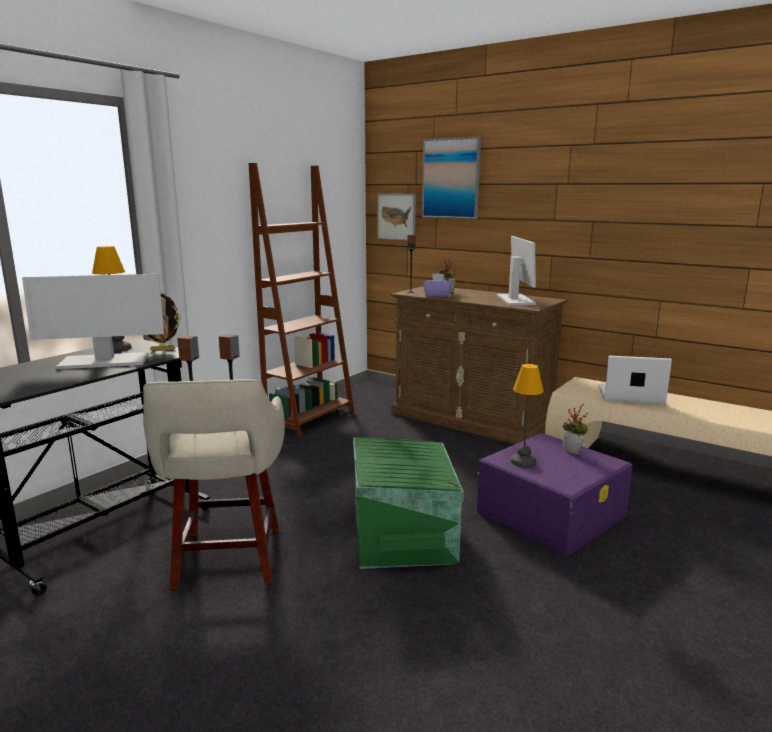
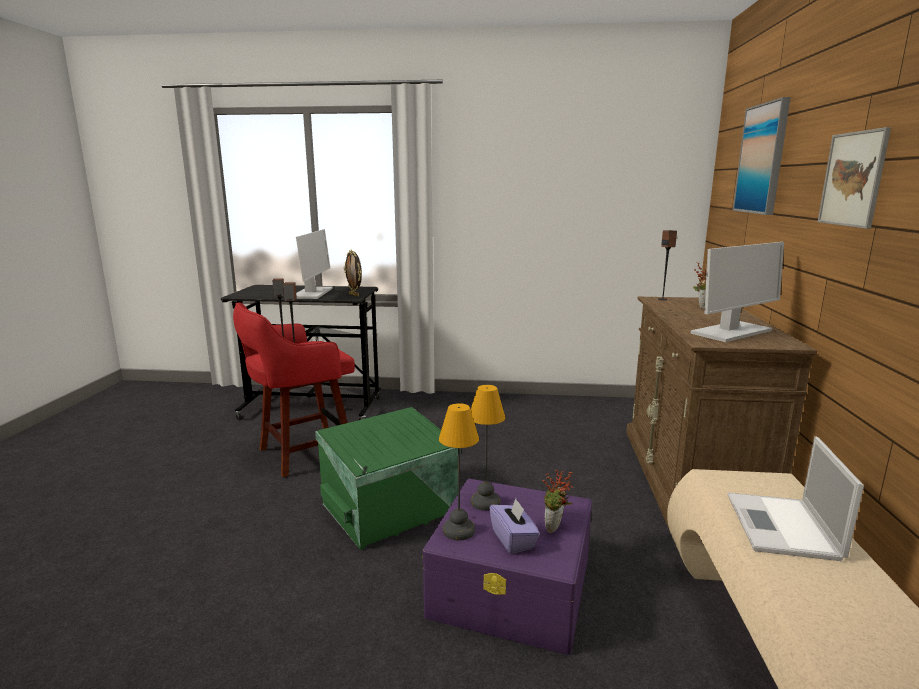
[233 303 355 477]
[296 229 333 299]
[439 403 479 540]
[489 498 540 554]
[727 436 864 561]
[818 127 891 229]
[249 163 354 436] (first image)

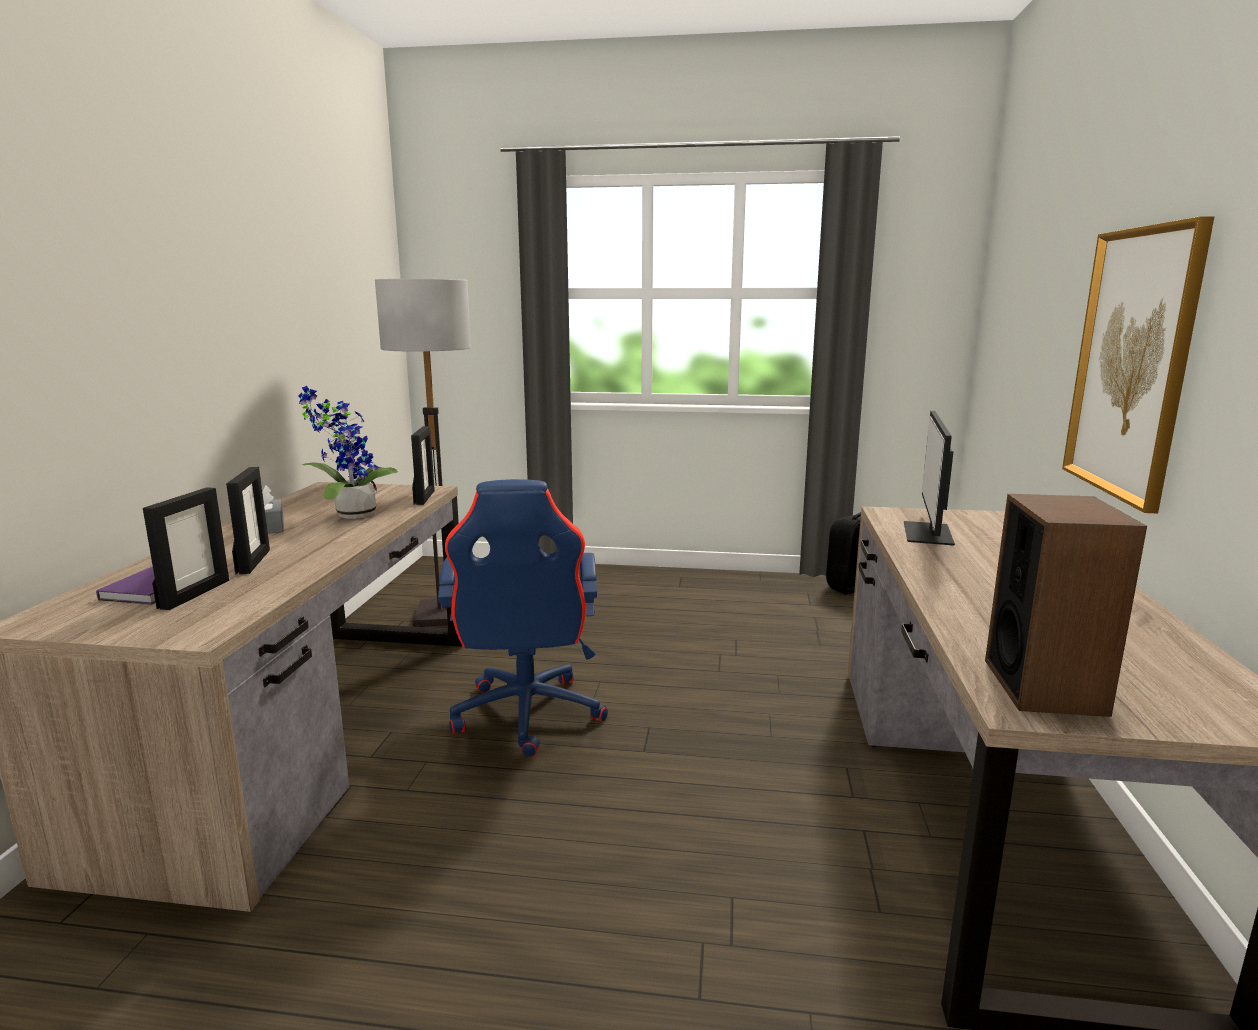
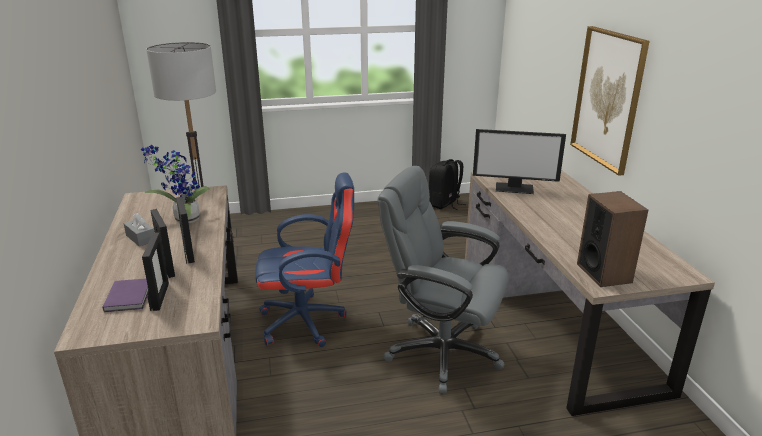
[176 197 195 264]
[255 172 354 347]
[377 166 509 394]
[473 129 566 194]

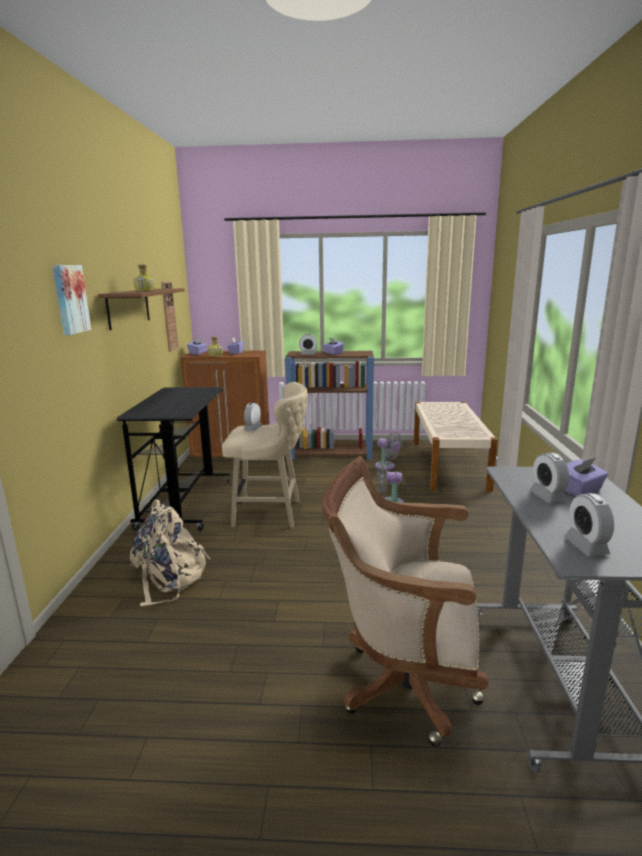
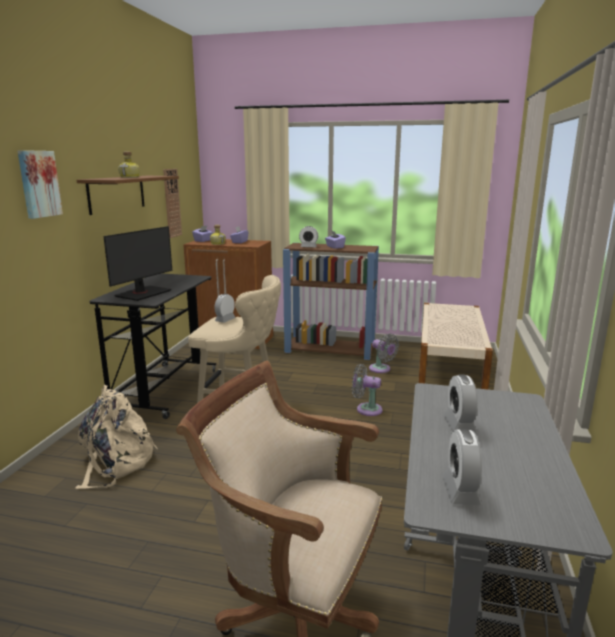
[103 226 172 301]
[565 457 608 496] (first image)

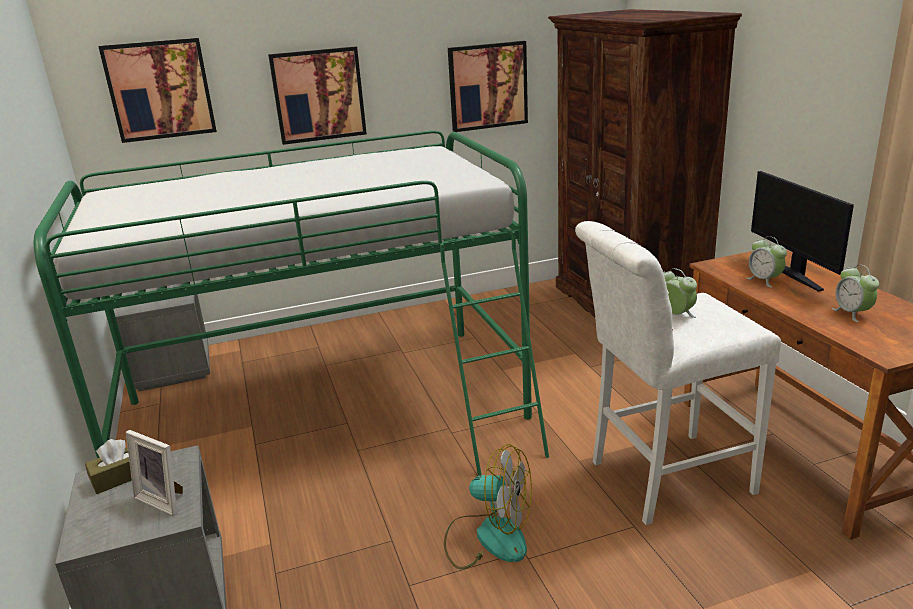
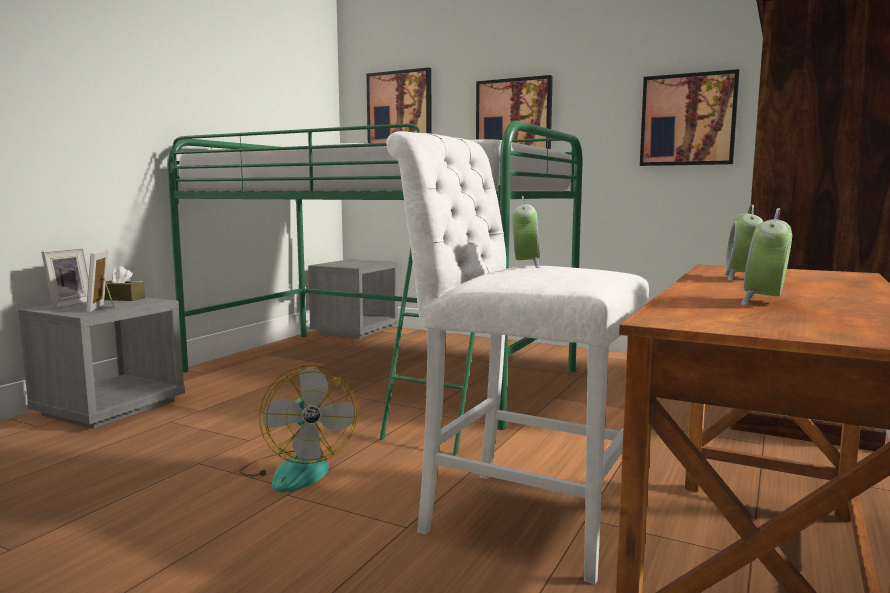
[41 248 89 308]
[751 171 854 291] (first image)

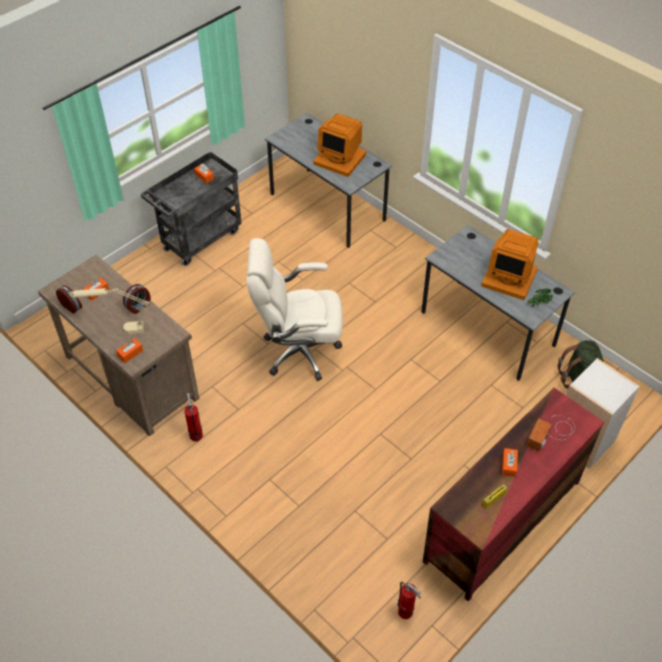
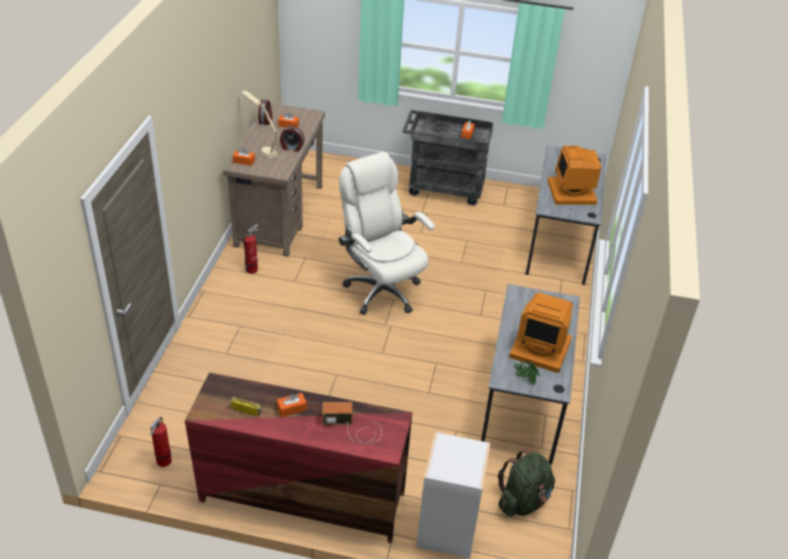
[509 292 573 373]

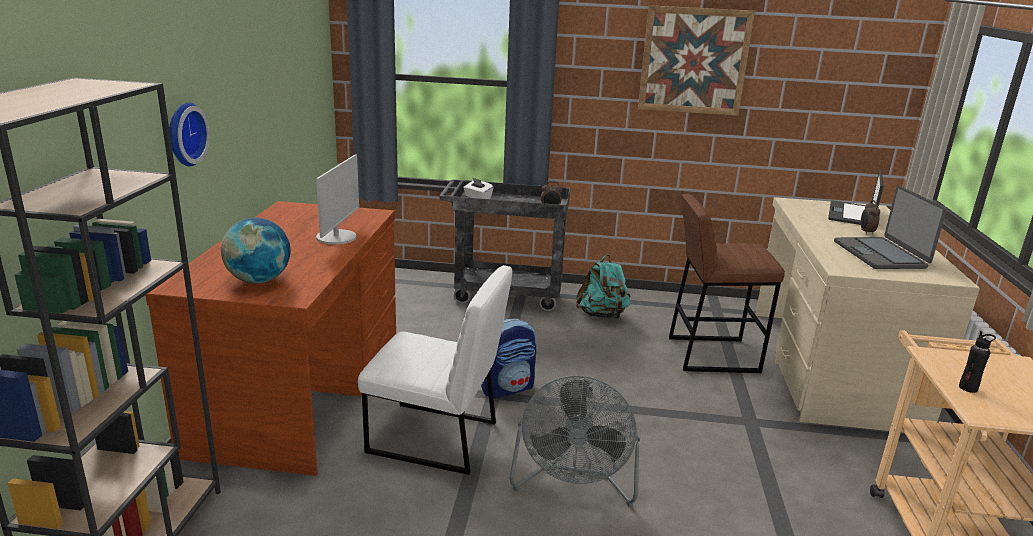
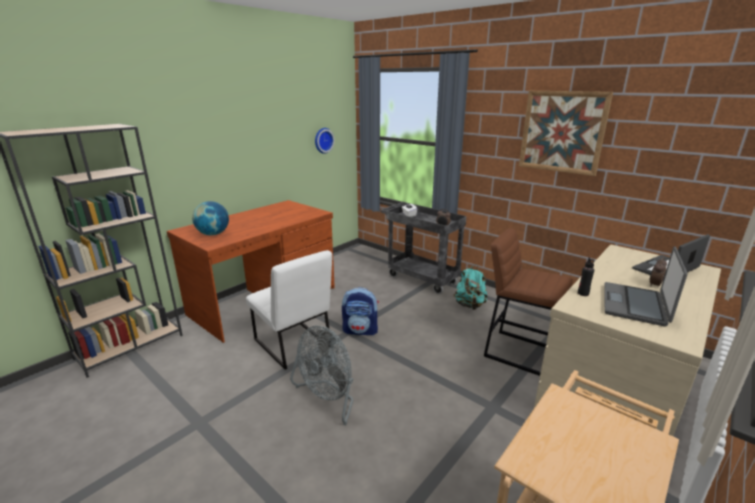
[315 128 335 154]
[578 257 594 296]
[316 154 359 245] (first image)

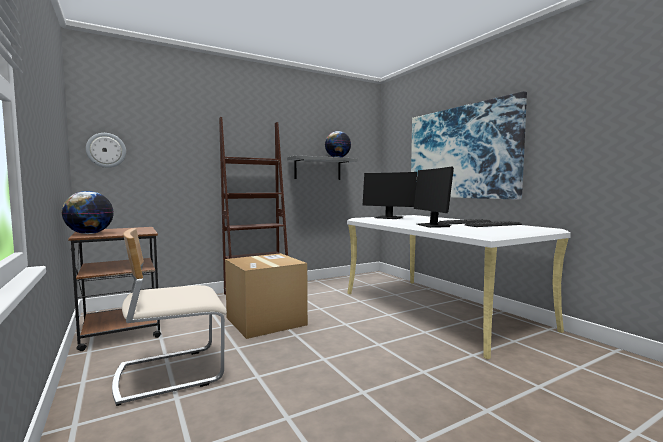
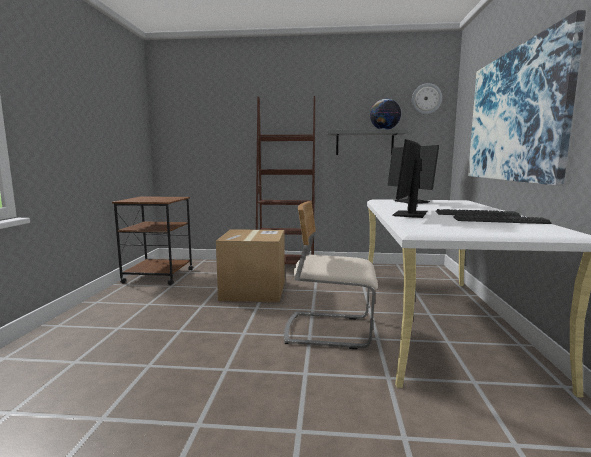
[284 201 378 349]
[412 83 442 114]
[62 191 114 234] (first image)

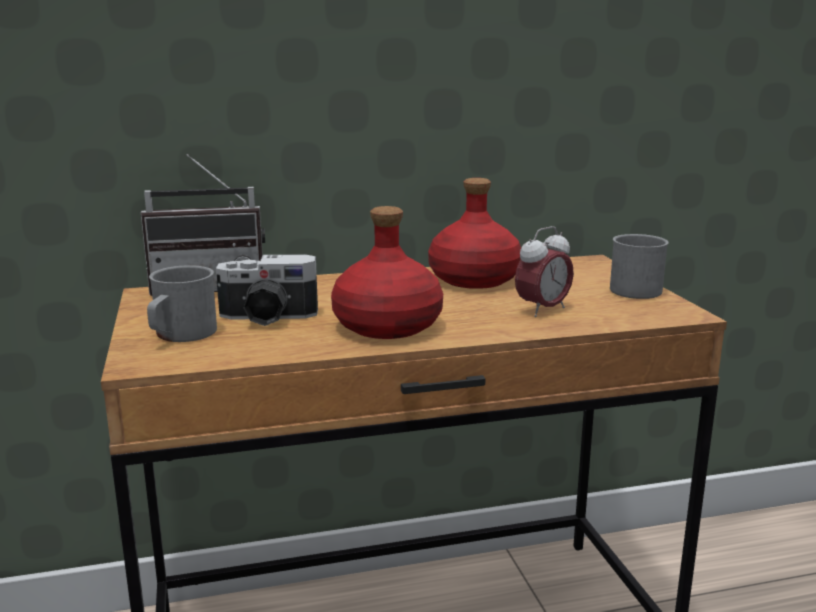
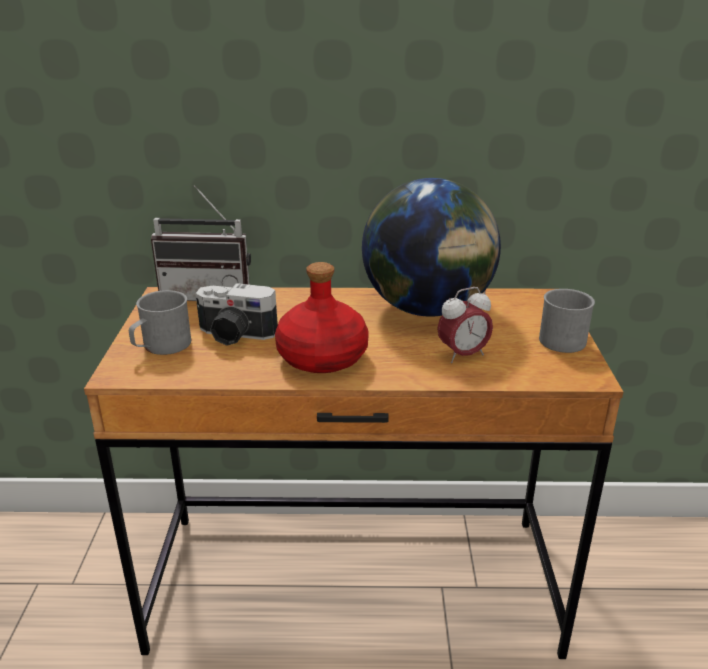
[362 178 501 316]

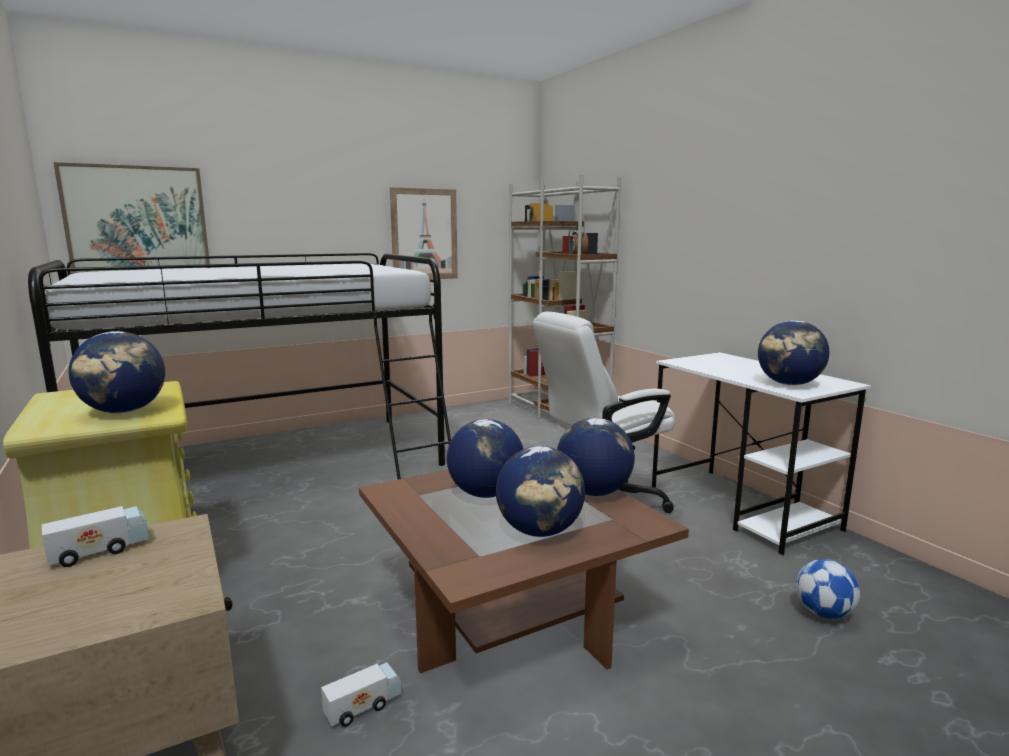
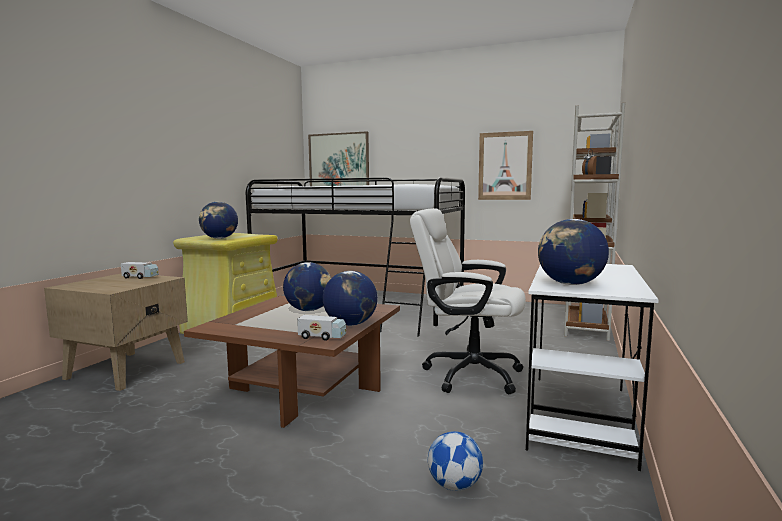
[297 315 346 341]
[496 446 585 537] (first image)

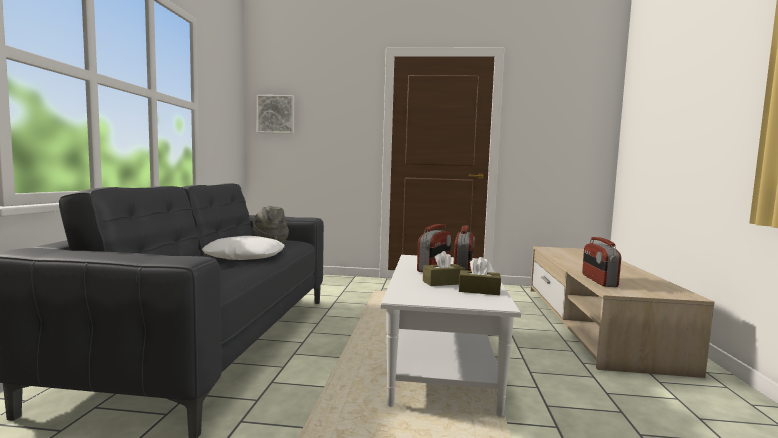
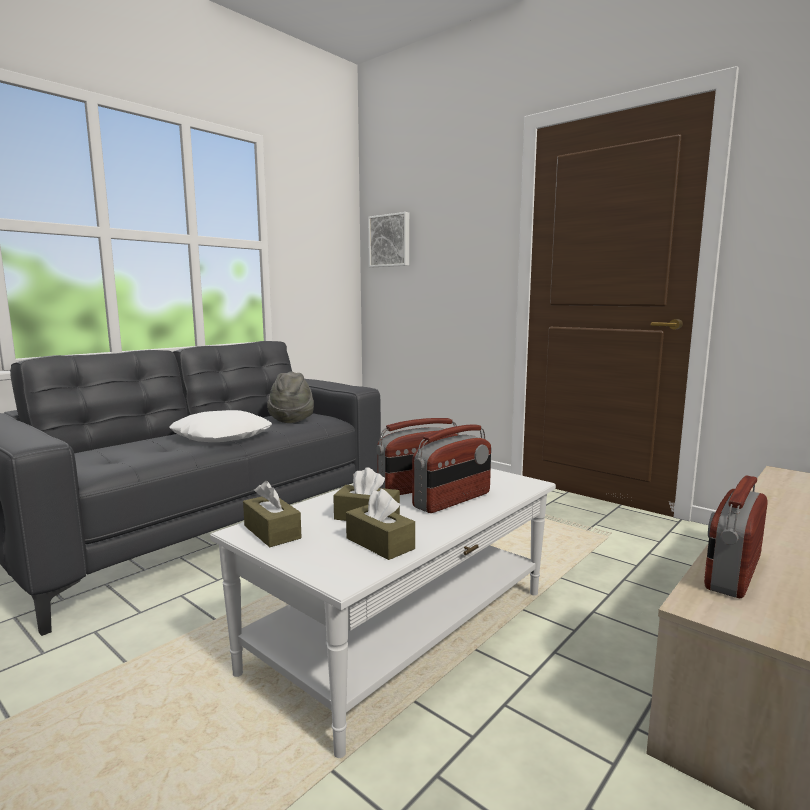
[243 481 302 547]

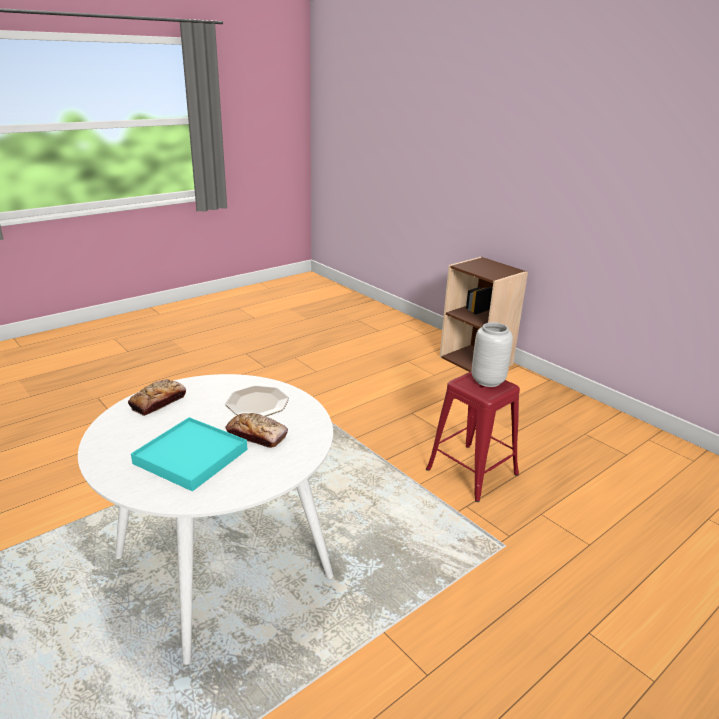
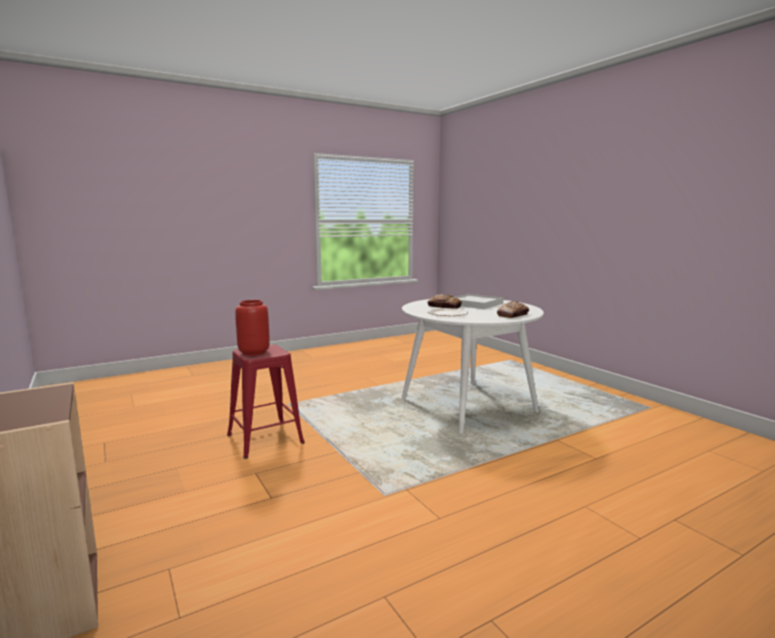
[235 300 270 356]
[456 294 503 309]

